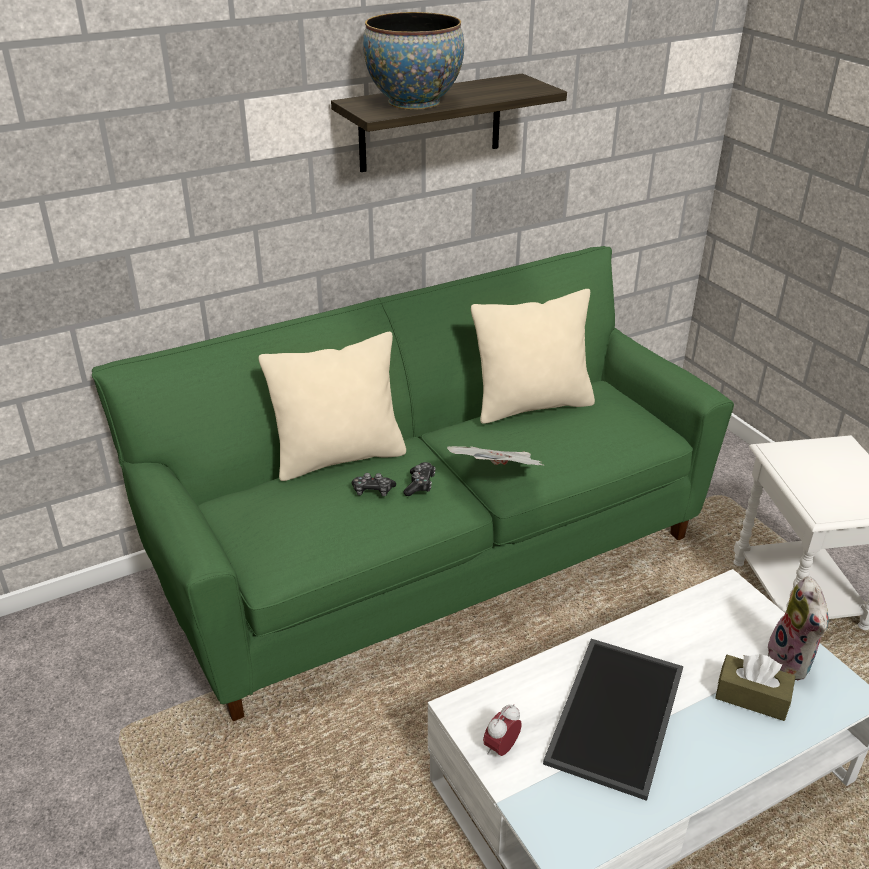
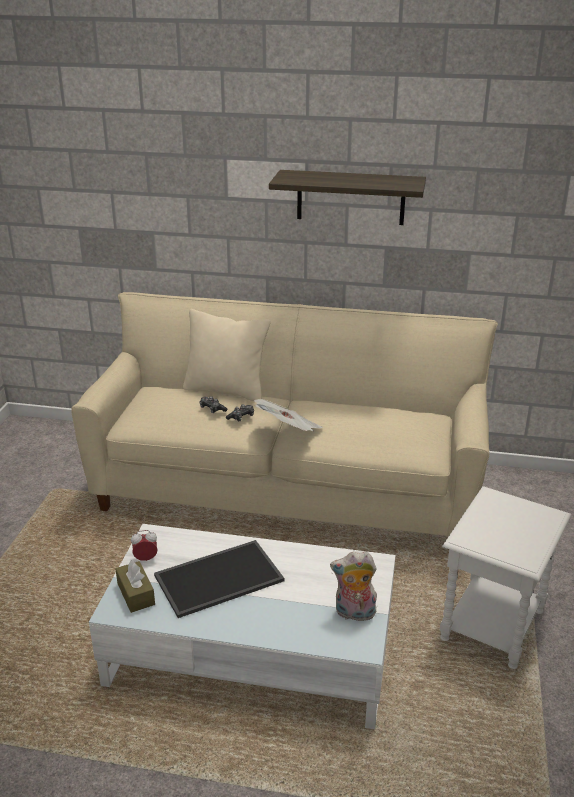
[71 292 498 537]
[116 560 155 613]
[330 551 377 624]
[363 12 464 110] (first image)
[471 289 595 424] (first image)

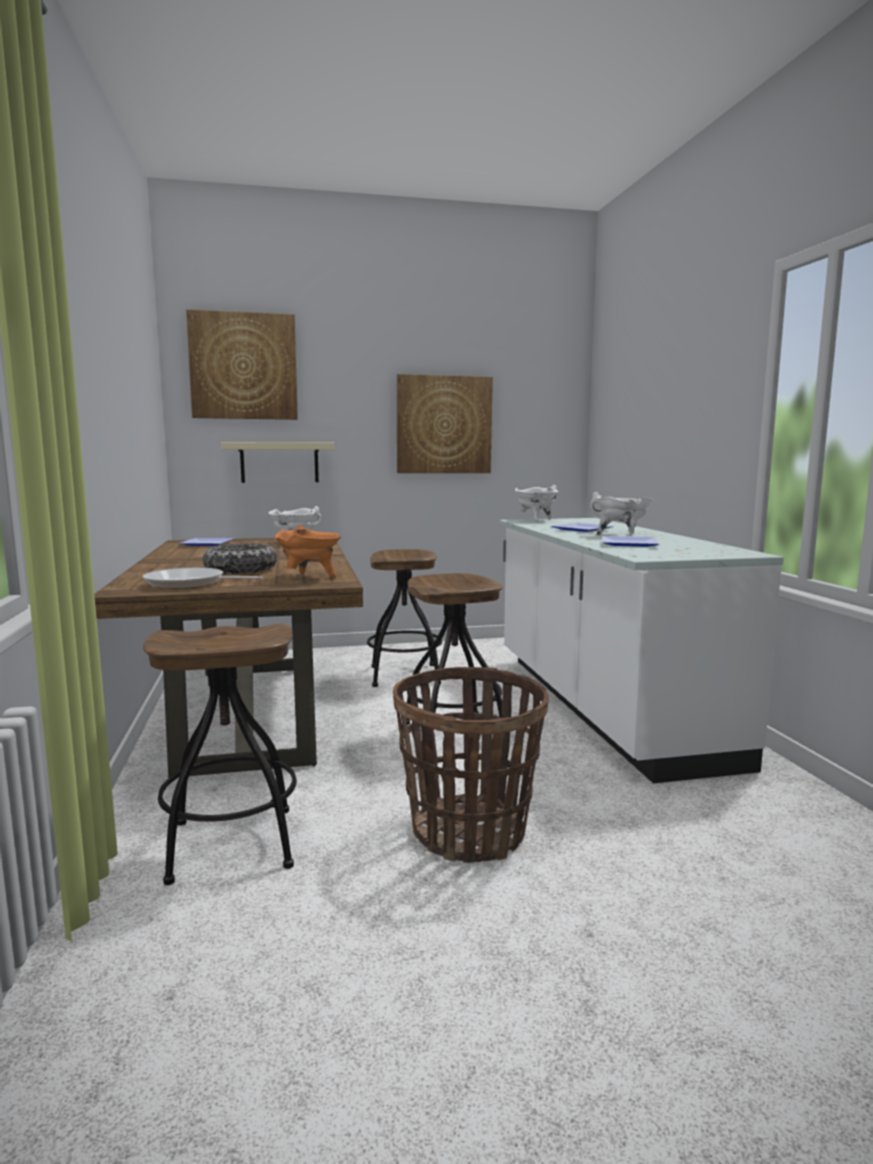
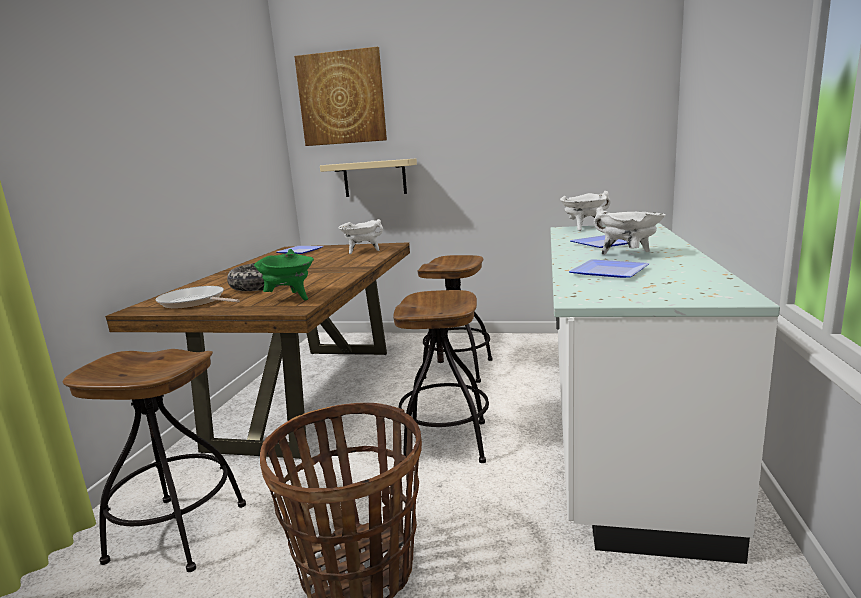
[254 249 314 300]
[397 374 493 473] (first image)

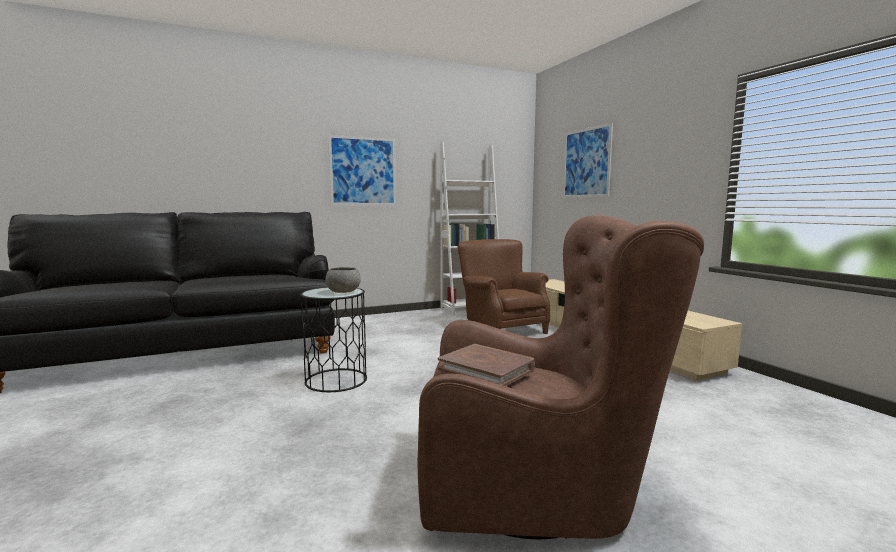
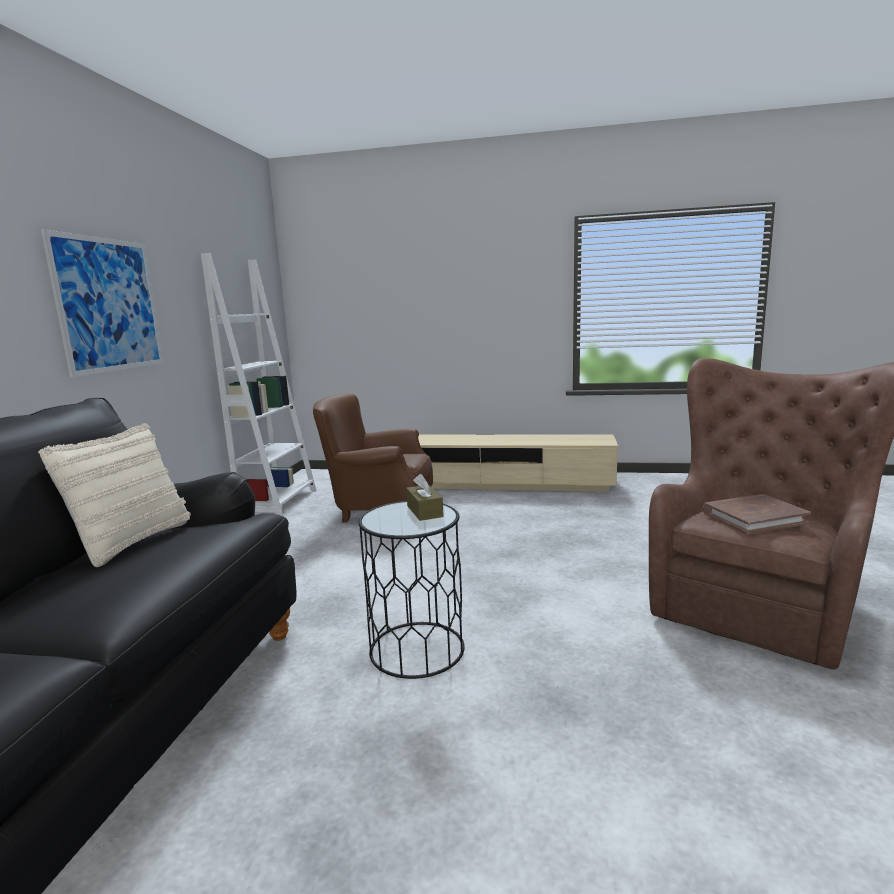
[38 423 191 567]
[406 474 444 521]
[563 123 613 198] (first image)

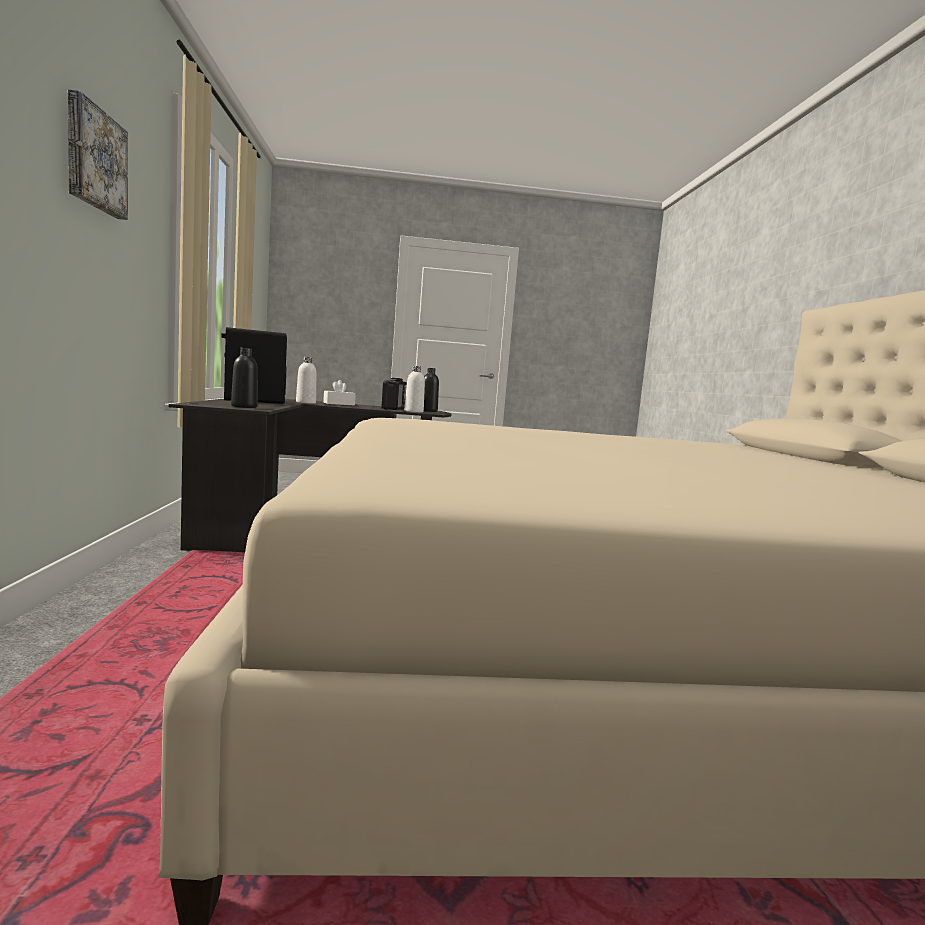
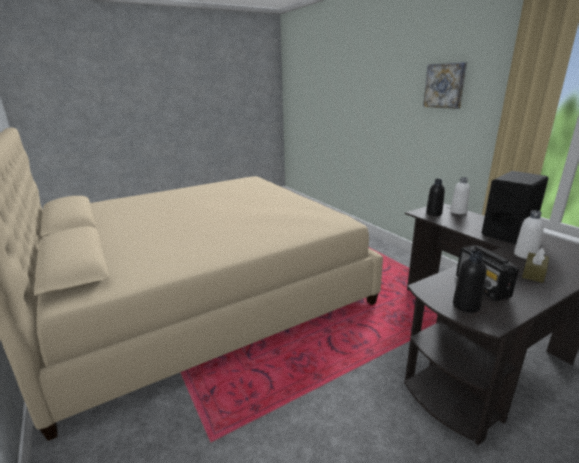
[450 177 470 214]
[522 248 549 283]

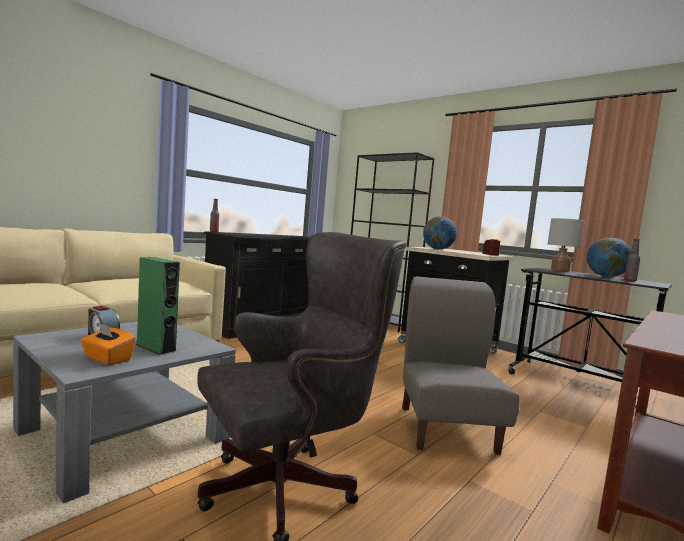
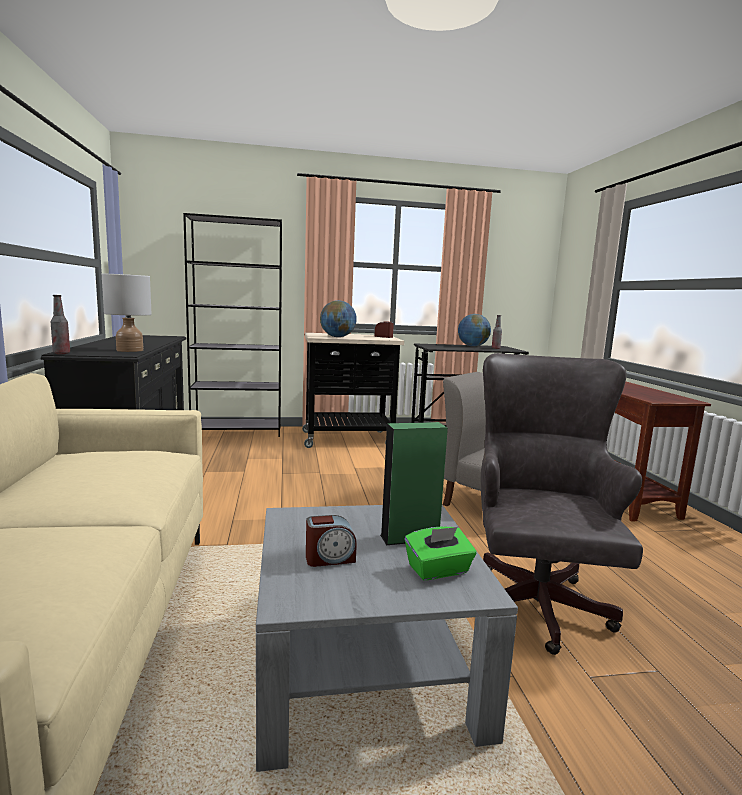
[102 274 152 352]
[405 526 476 581]

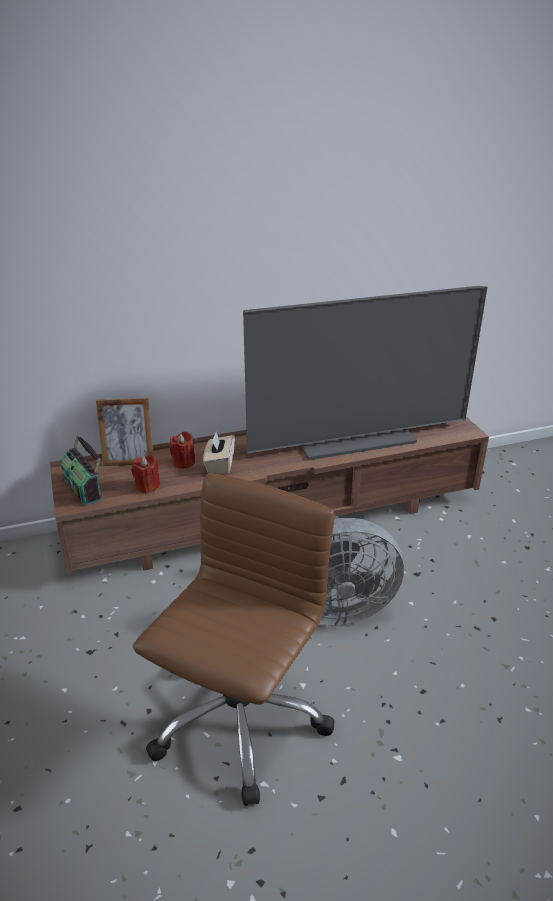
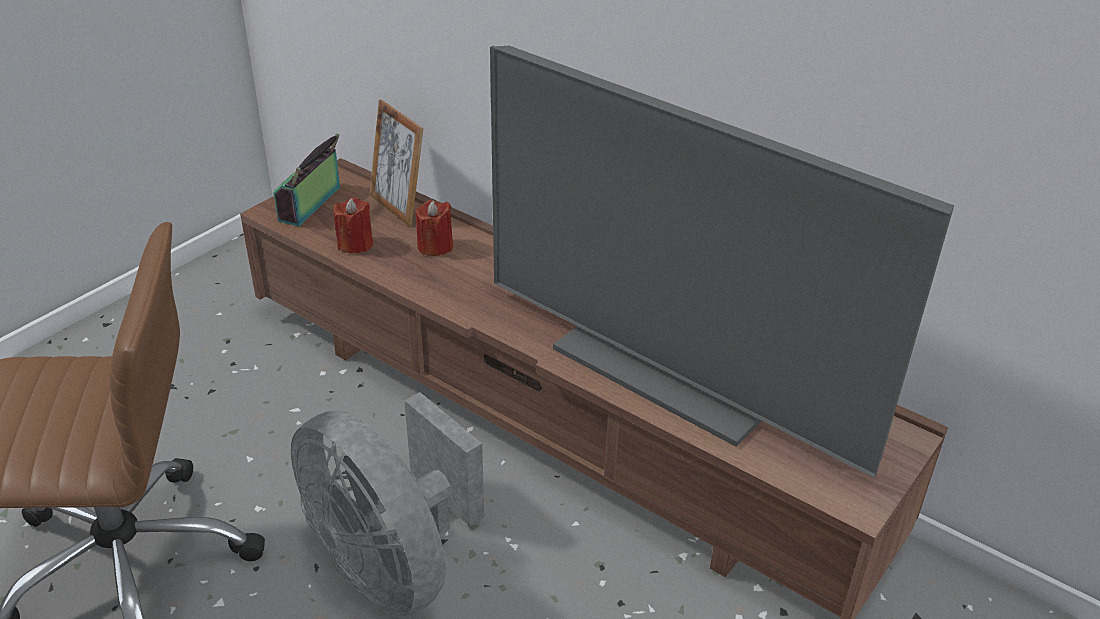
[203 432 235 474] (first image)

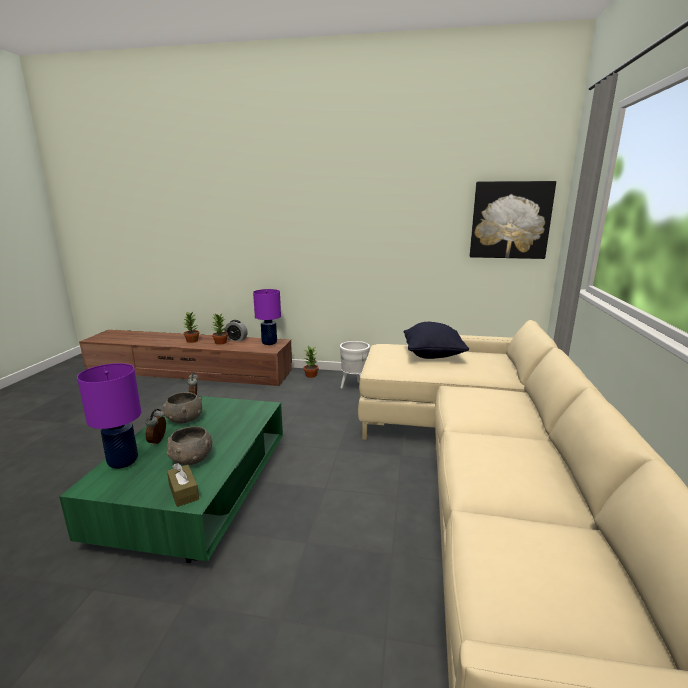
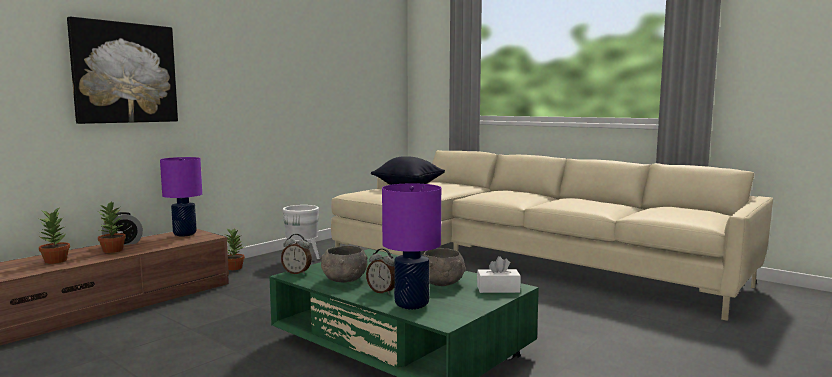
[67 17 178 124]
[477 256 521 293]

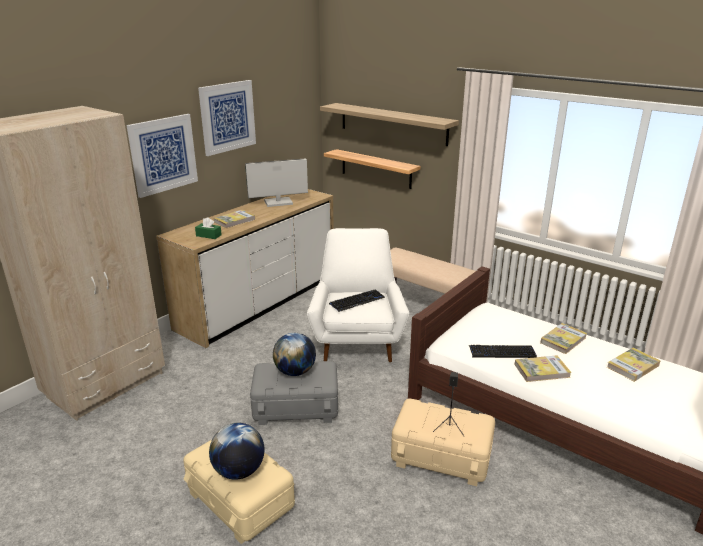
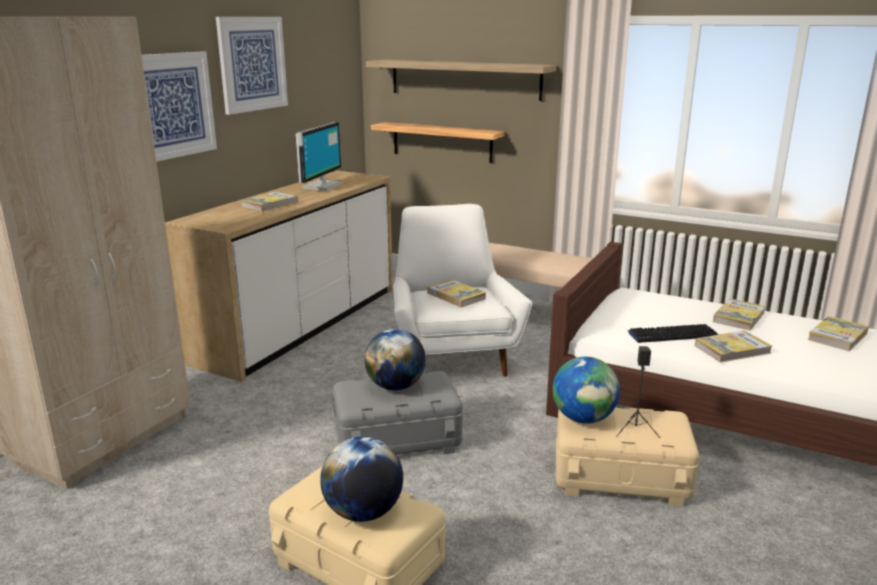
[295 122 342 191]
[427 279 486 307]
[552 357 620 424]
[195 217 222 239] (first image)

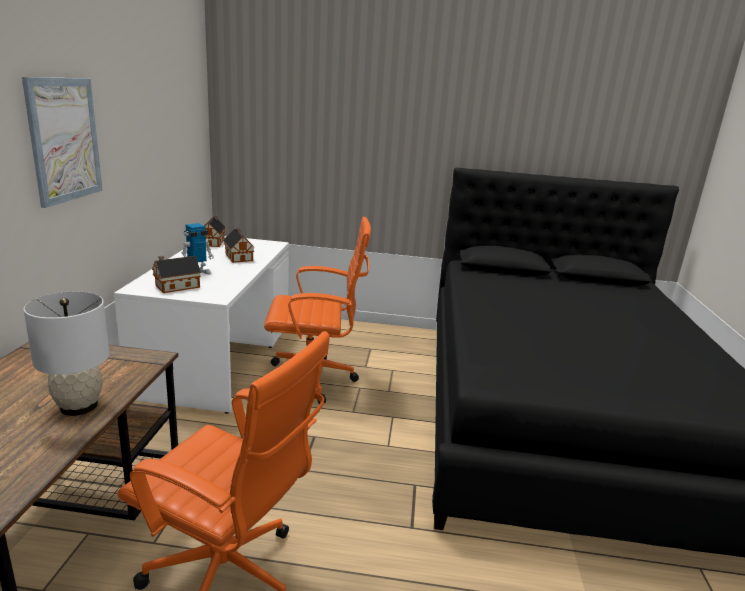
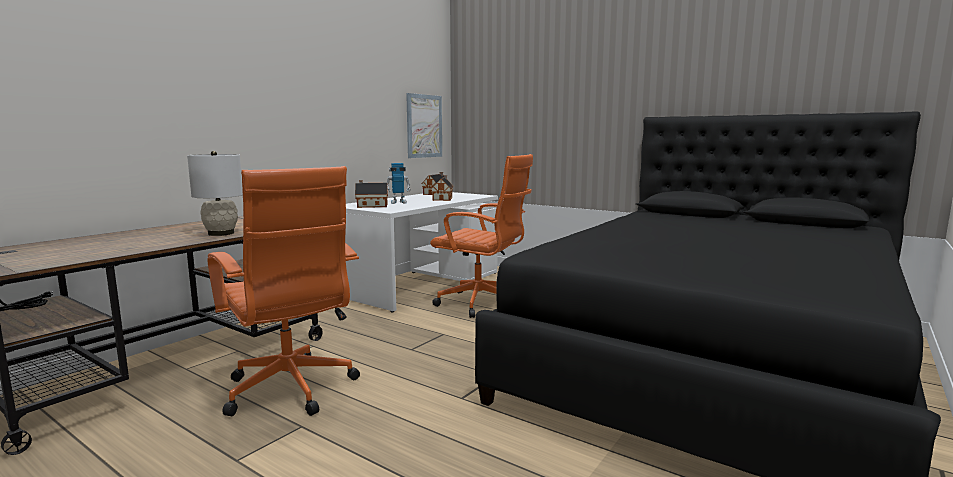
[406 93 442 158]

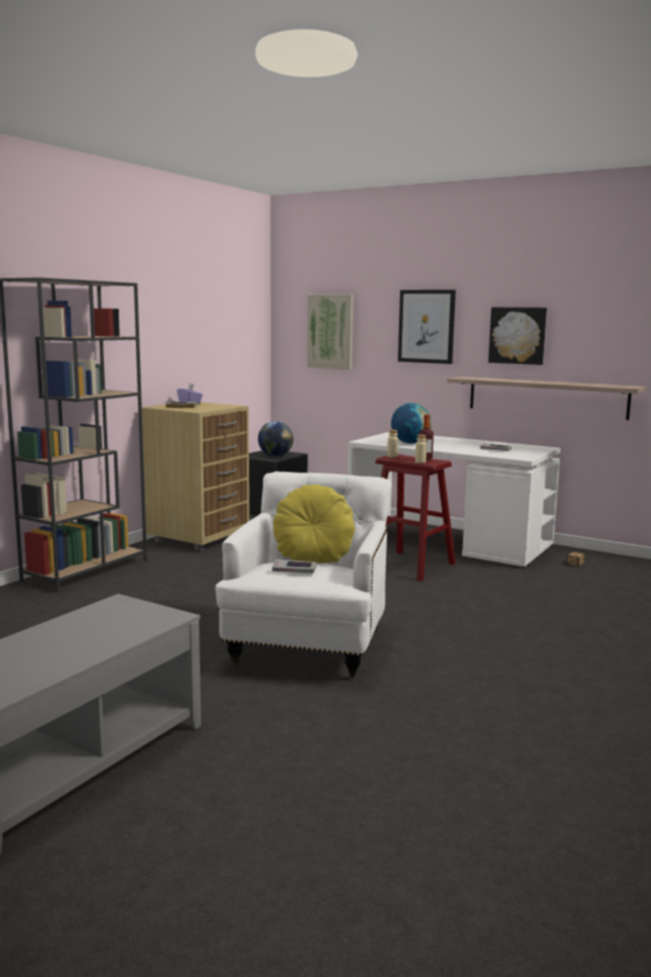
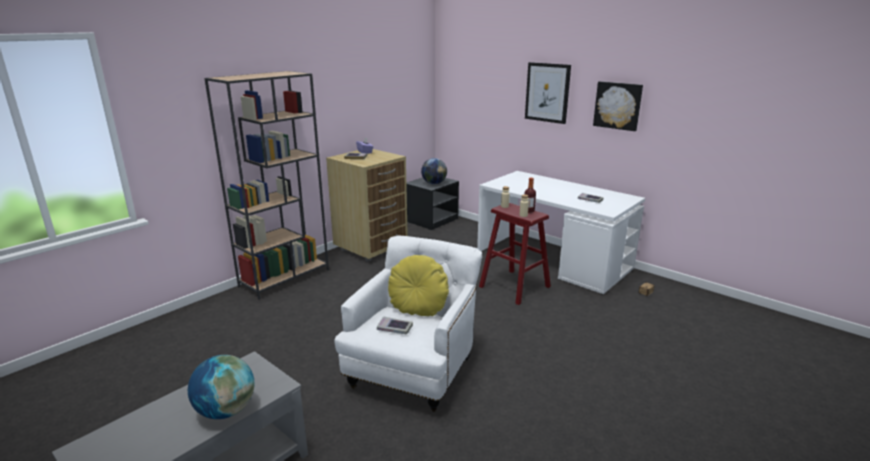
[188 355 254 419]
[307 295 353 370] (first image)
[447 376 646 420] (first image)

